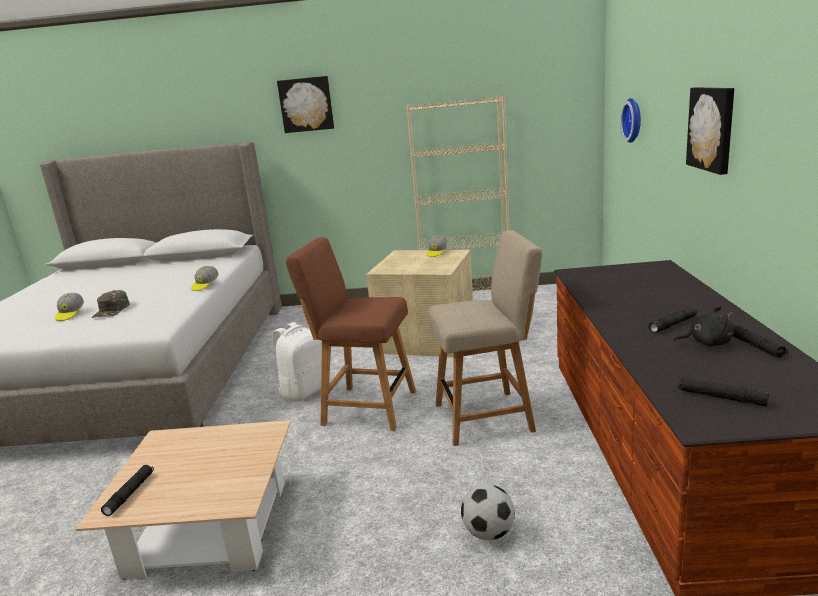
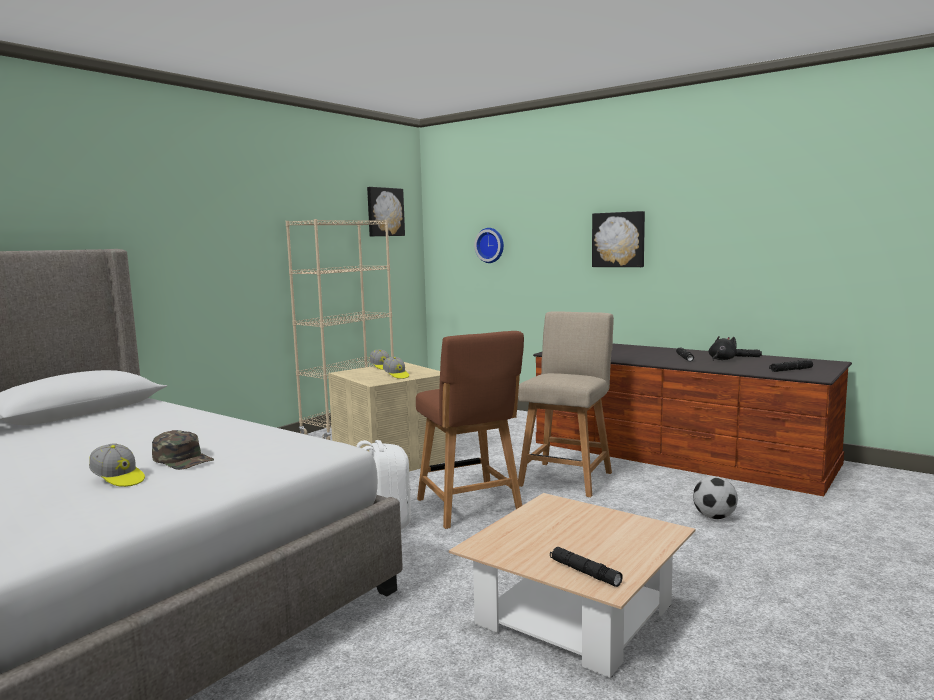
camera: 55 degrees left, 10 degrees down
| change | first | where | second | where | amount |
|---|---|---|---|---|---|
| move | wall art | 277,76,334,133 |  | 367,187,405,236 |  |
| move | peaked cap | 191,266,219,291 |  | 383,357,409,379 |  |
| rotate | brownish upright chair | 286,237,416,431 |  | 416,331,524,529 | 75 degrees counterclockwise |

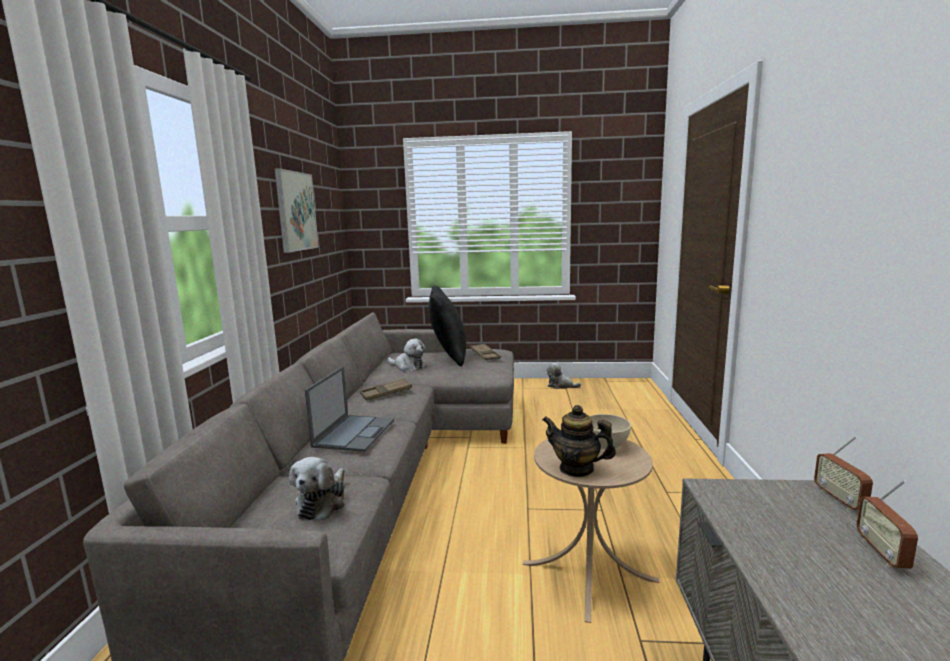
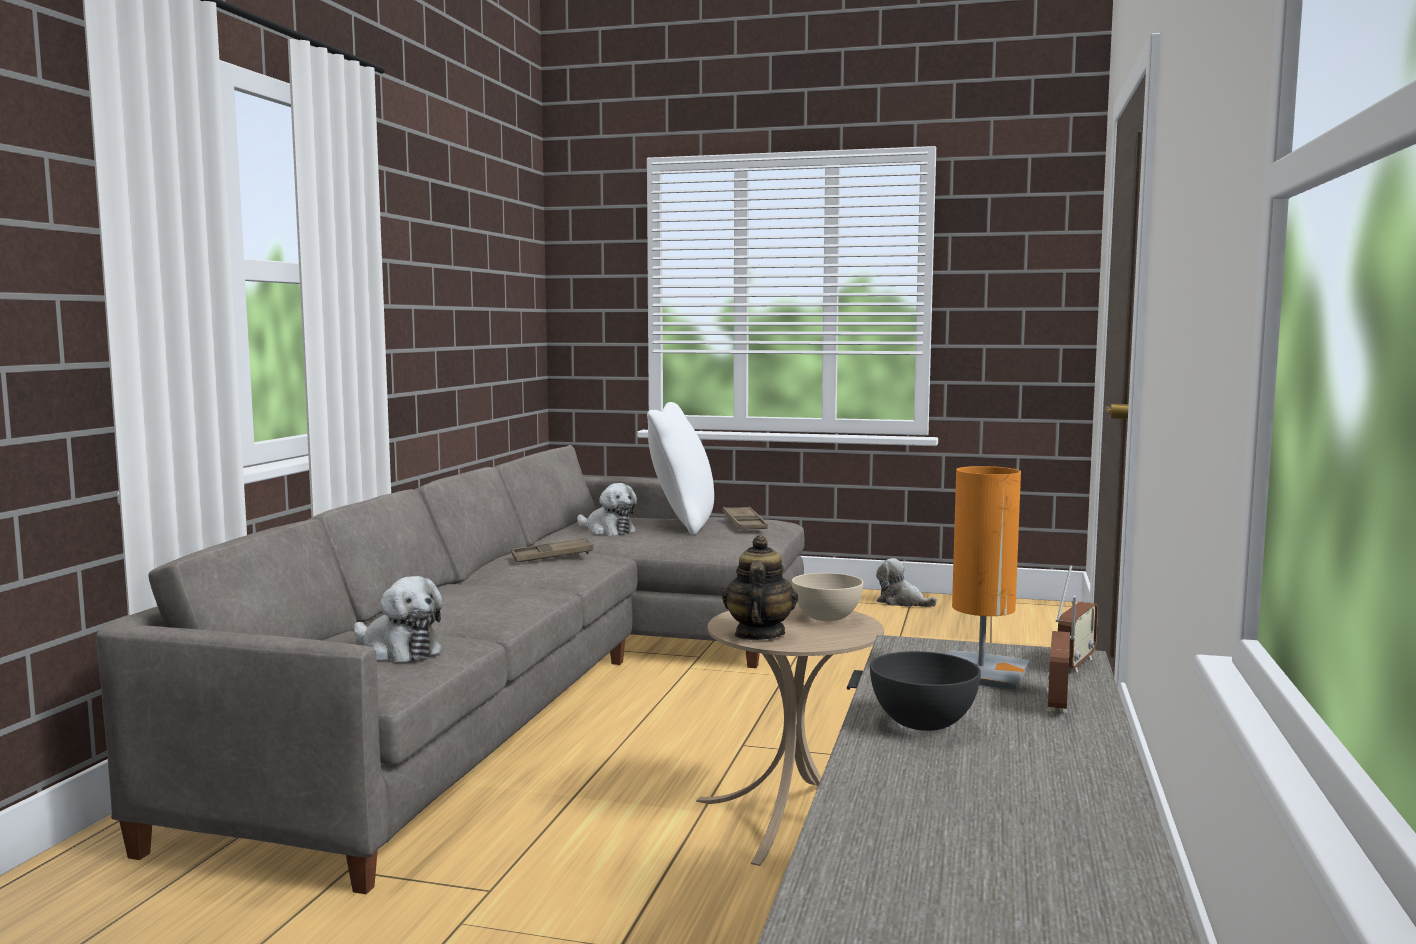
camera: 10 degrees right, 5 degrees down
| change | first | where | second | where | amount |
|---|---|---|---|---|---|
| rotate | plush toy | 289,457,345,520 |  | 354,576,443,662 | 75 degrees counterclockwise |
| recolor | black cushion | 428,286,466,367 | white cushion | 647,402,714,535 |  |
| rotate | tea pot | 543,405,616,477 |  | 722,535,798,640 | 60 degrees clockwise |
| insert |  |  | gray bowl | 870,651,981,731 |  |
| insert |  |  | orange tabletop lamp | 947,466,1030,690 |  |
| rotate | radio set | 814,436,873,511 |  | 1056,565,1098,673 | 150 degrees counterclockwise |
| delete | wall art | 275,168,319,253 |  |  |  |
| delete | portable computer | 305,366,394,452 |  |  |  |

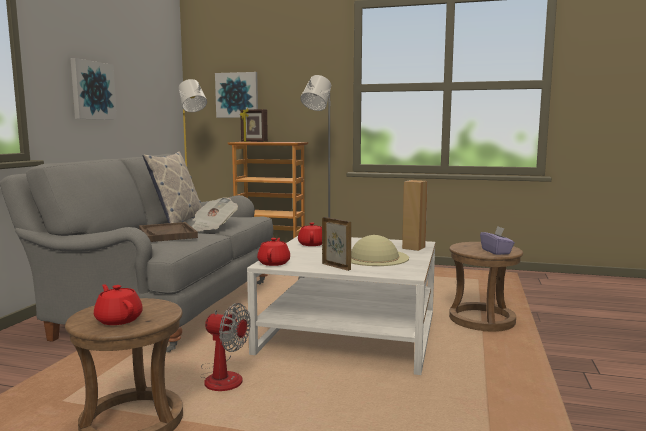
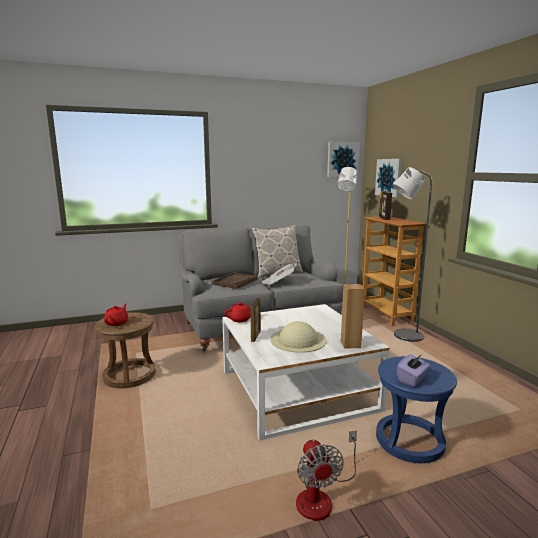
camera: 55 degrees right, 5 degrees up
| change | first | where | second | where | amount |
|---|---|---|---|---|---|
| move | cooling fan | 200,303,251,391 |  | 296,430,357,521 |  |
| move | wall art | 70,58,117,120 |  | 327,142,360,177 |  |
| recolor | brownish stool | 449,242,523,332 | blue stool | 376,356,457,463 |  |
| delete | red tea pot | 298,223,322,246 |  |  |  |

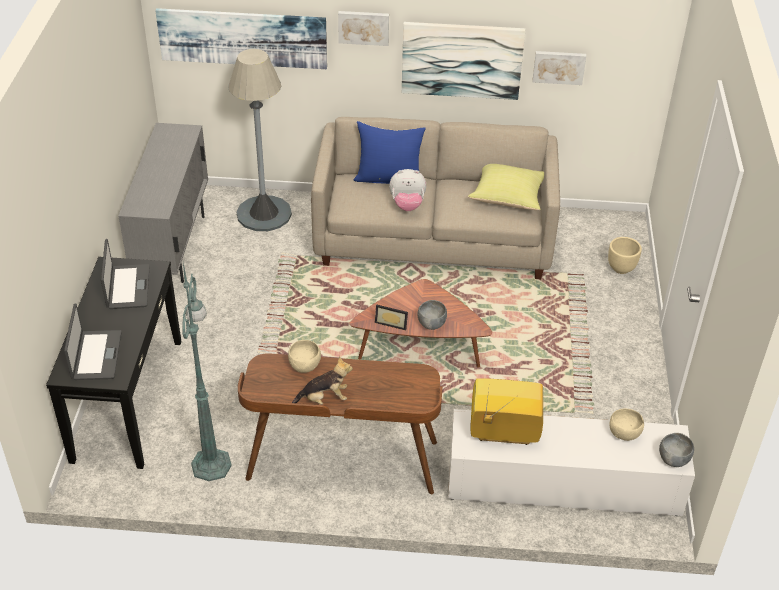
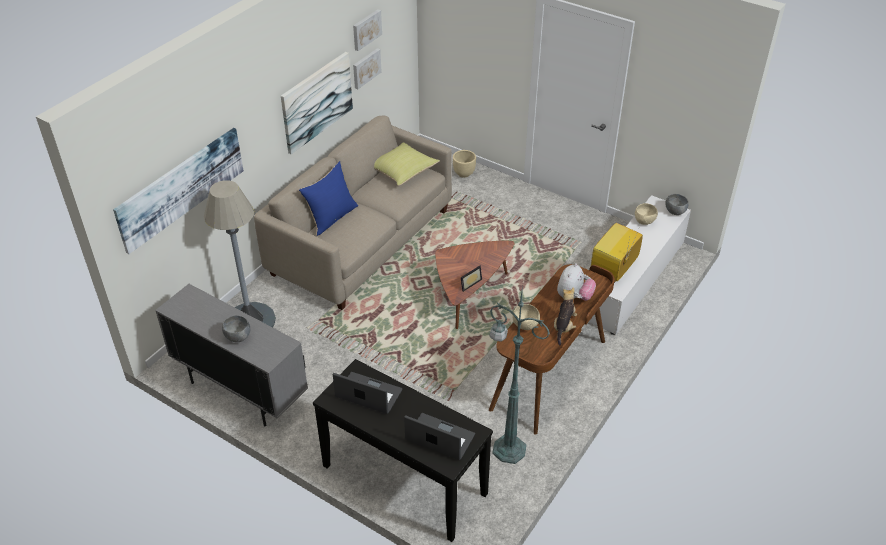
camera: 60 degrees left, 0 degrees up
| change | first | where | second | where | amount |
|---|---|---|---|---|---|
| move | gray bowl | 417,300,447,330 |  | 222,315,250,342 |  |
| move | wall art | 338,11,389,46 |  | 353,9,382,51 |  |
| move | plush toy | 389,169,426,211 |  | 557,263,596,301 |  |

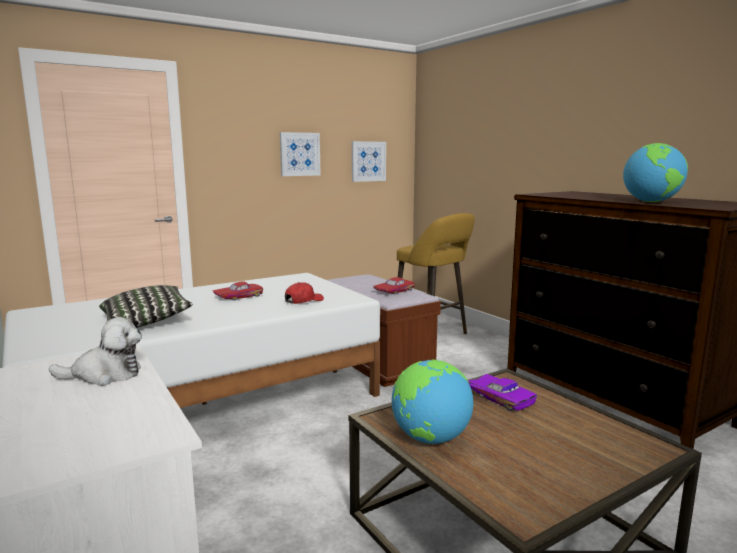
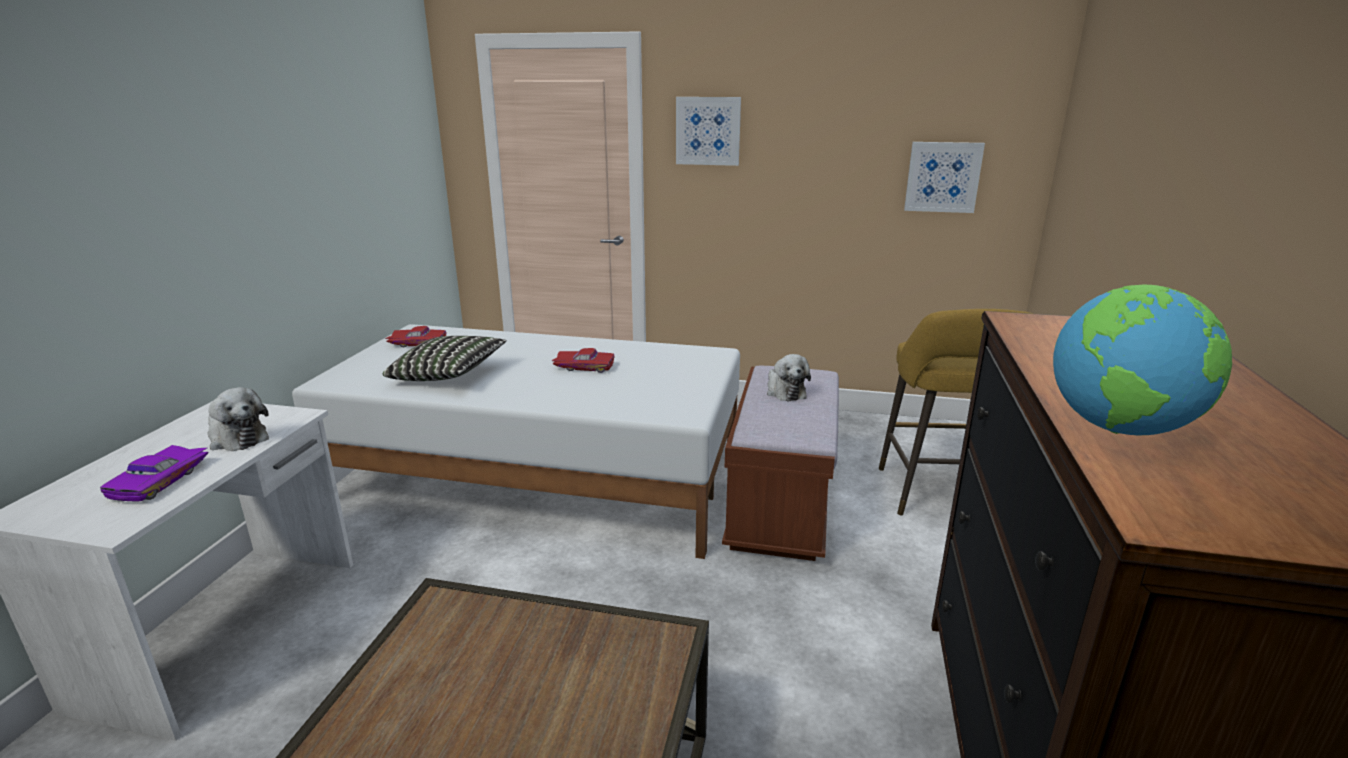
camera: 45 degrees right, 10 degrees up
| change | first | where | second | where | amount |
|---|---|---|---|---|---|
| move | purplish model car | 468,374,537,411 |  | 100,445,208,502 |  |
| move | red model car | 373,277,415,294 |  | 385,326,446,347 |  |
| move | wall art | 280,132,321,176 |  | 676,97,741,166 |  |
| insert |  |  | plush toy | 767,354,811,401 |  |
| delete | red peaked cap | 285,282,324,304 |  |  |  |
| delete | desk globe | 392,360,473,444 |  |  |  |

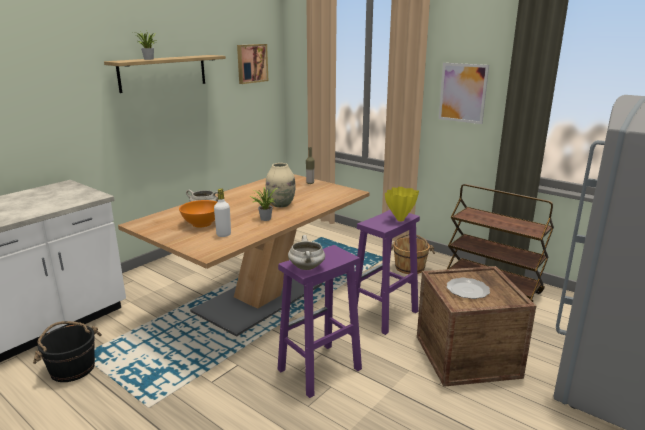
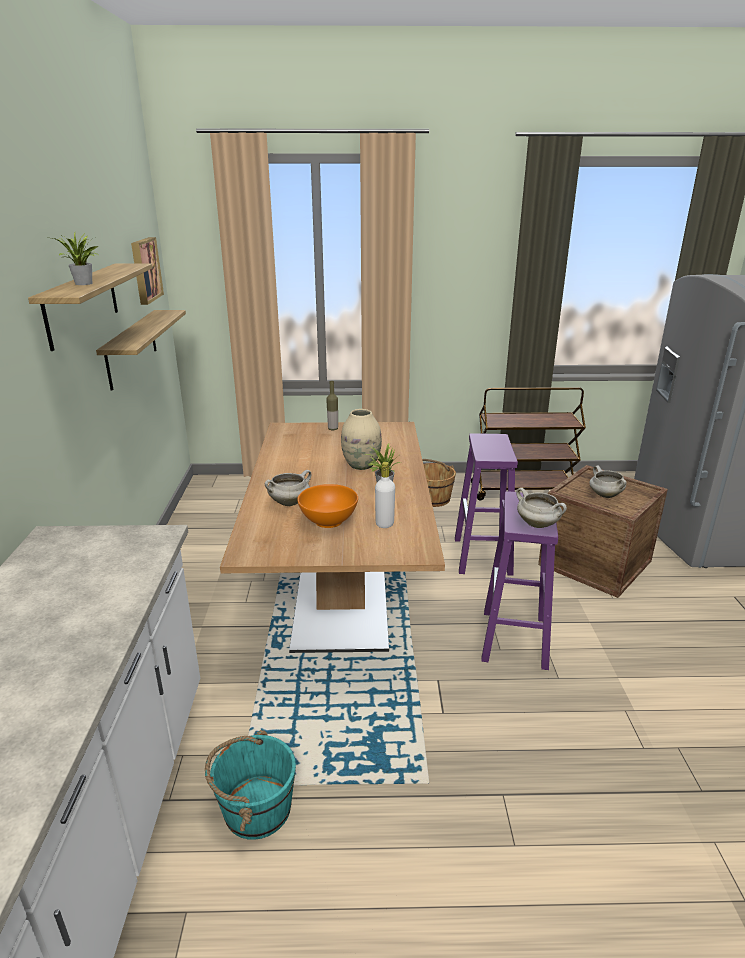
camera: 40 degrees left, 5 degrees up
| change | first | where | second | where | amount |
|---|---|---|---|---|---|
| insert |  |  | bracket shelf | 96,310,186,391 |  |
| recolor | black bucket | 33,321,102,382 | turquoise bucket | 205,730,296,840 |  |
| replace | plate | 447,278,490,299 | white stockpot | 589,465,627,498 |  |
| delete | yellowish flower vase | 385,187,419,221 |  |  |  |
| delete | wall art | 439,63,489,124 |  |  |  |

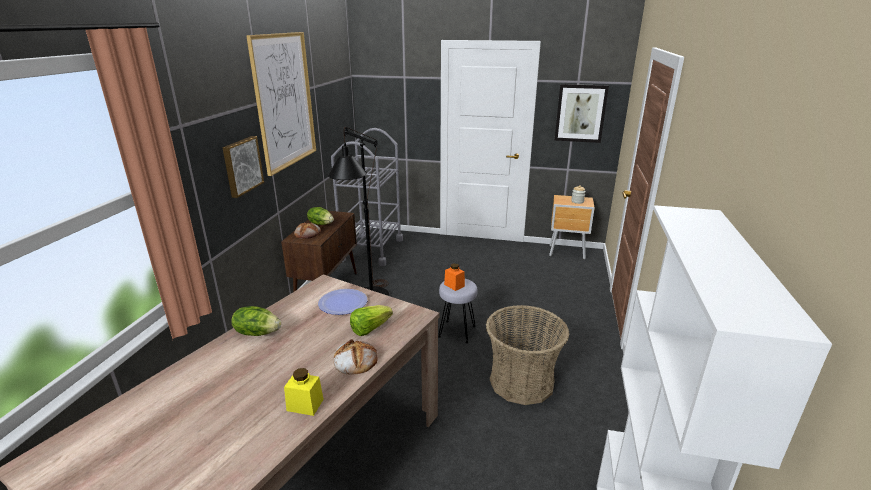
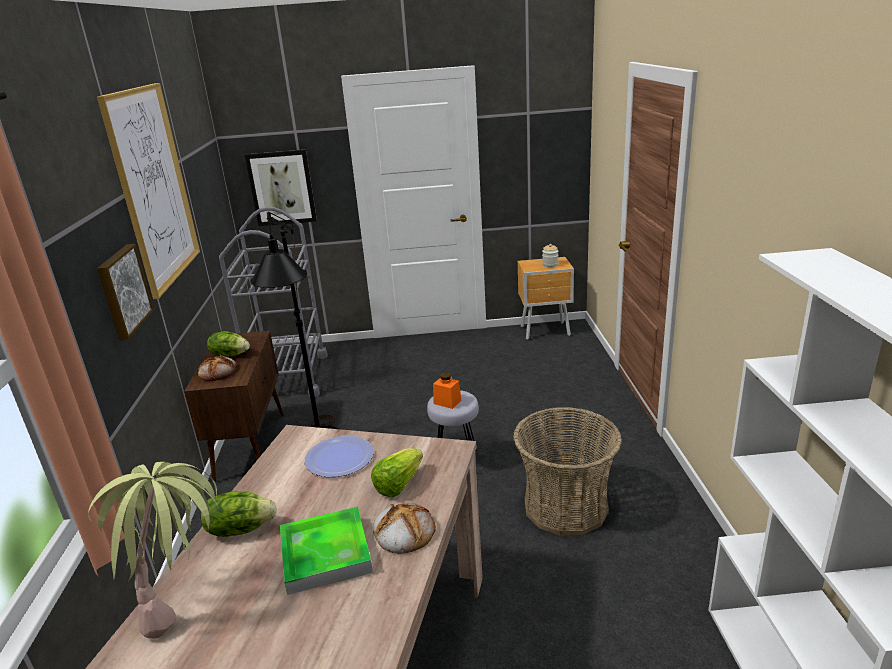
camera: 15 degrees left, 0 degrees up
| change | first | where | second | where | amount |
|---|---|---|---|---|---|
| insert |  |  | potted plant | 88,462,219,639 |  |
| move | wall art | 554,84,609,143 |  | 245,150,317,226 |  |
| insert |  |  | carrying tray | 280,507,373,595 |  |
| delete | yellowish storage jar | 284,368,324,416 |  |  |  |

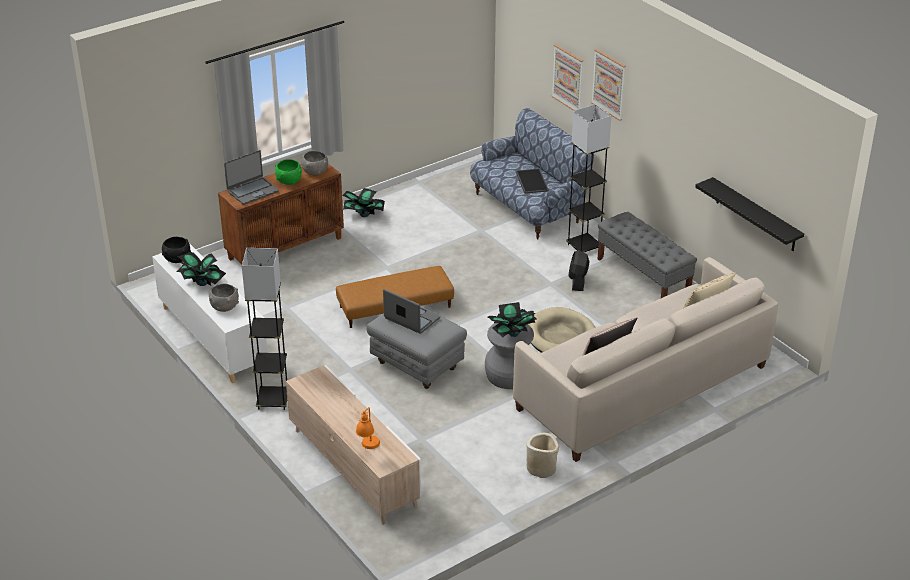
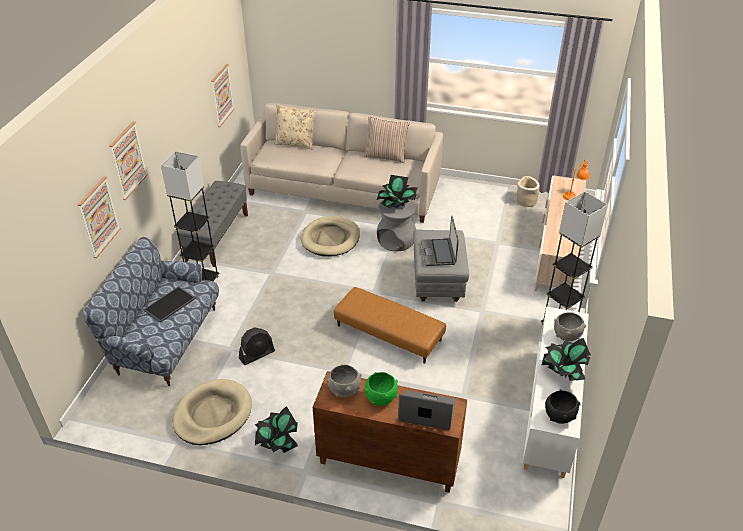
camera: 130 degrees left, 5 degrees up
| change | first | where | second | where | amount |
|---|---|---|---|---|---|
| insert |  |  | beige pet bed | 173,379,252,445 |  |
| replace | black bracket shelf | 695,177,804,251 | wall art | 211,64,235,127 |  |
| move | black cooling fan | 568,250,589,291 |  | 239,327,275,365 |  |
| move | beige planter | 526,433,559,478 |  | 517,176,540,207 |  |

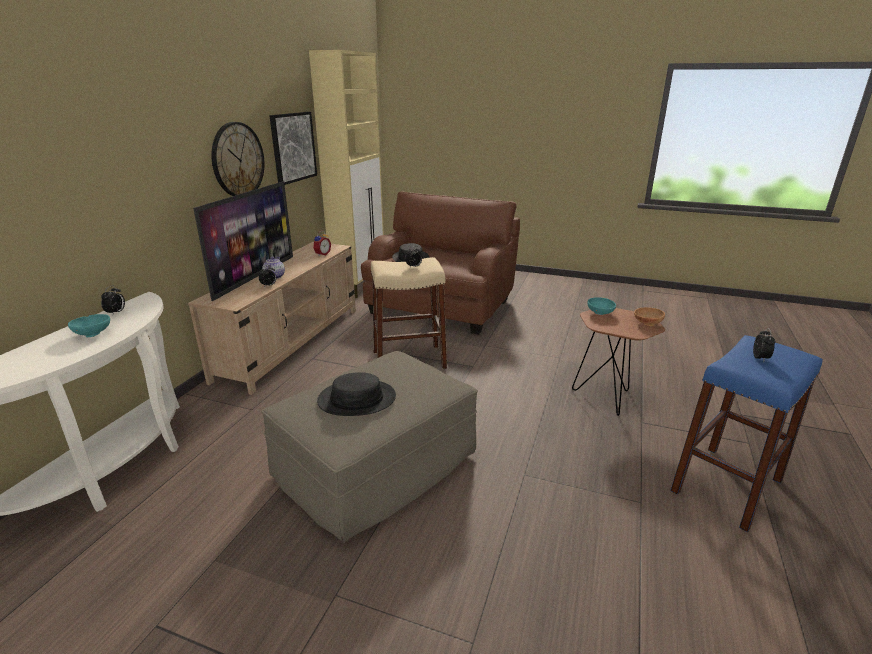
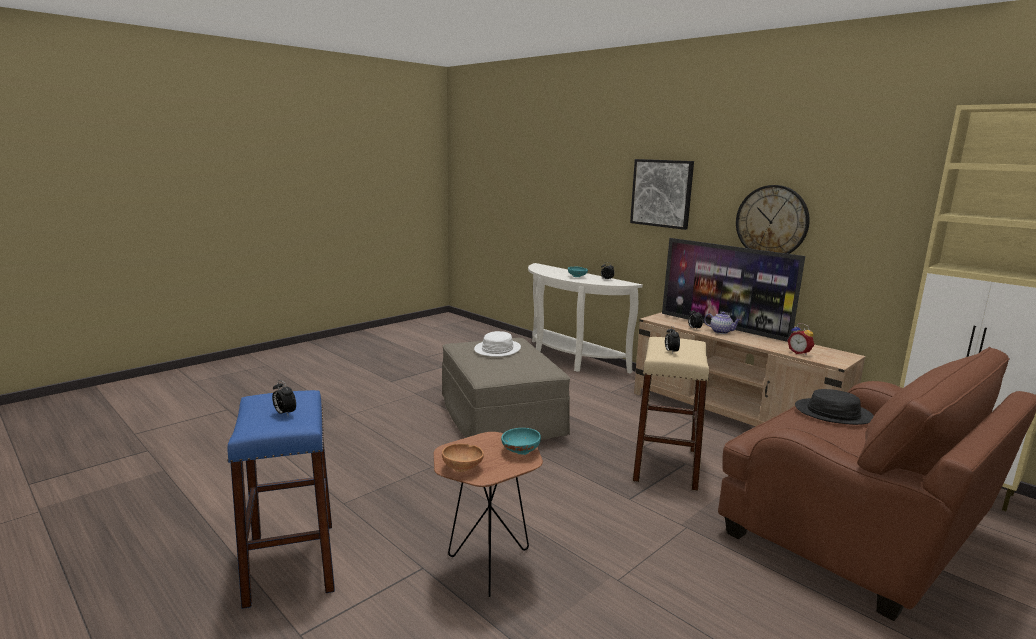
camera: 115 degrees right, 10 degrees down
| change | first | where | second | where | amount |
|---|---|---|---|---|---|
| recolor | black wearable hat | 317,372,396,416 | white wearable hat | 474,331,521,357 |  |
| move | wall art | 270,112,317,185 |  | 630,159,694,230 |  |

